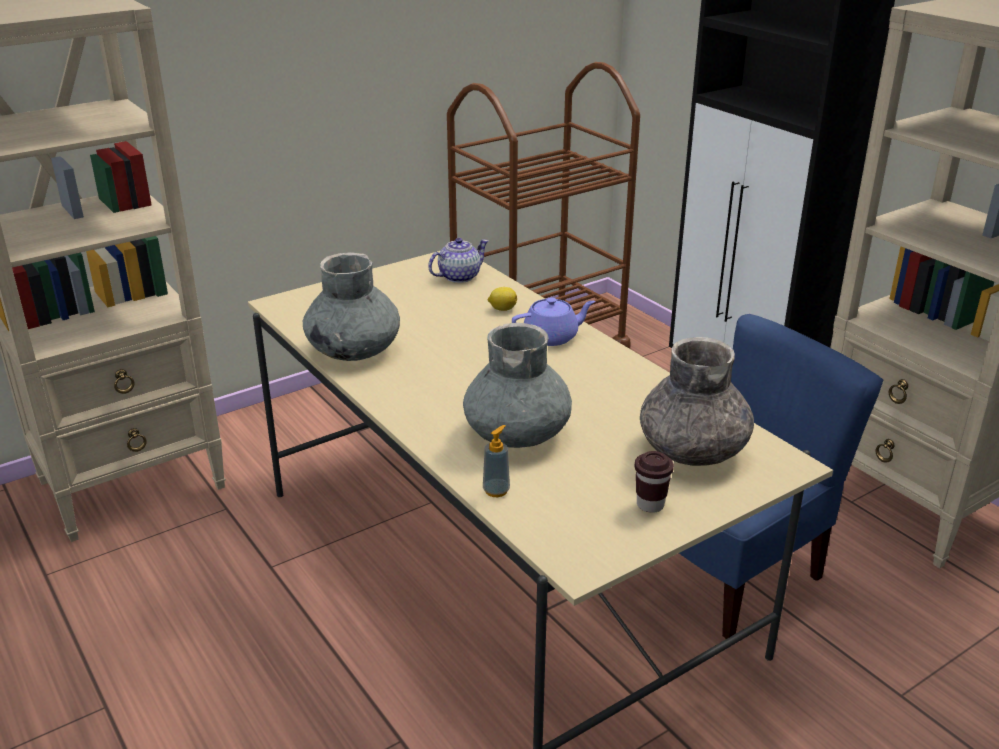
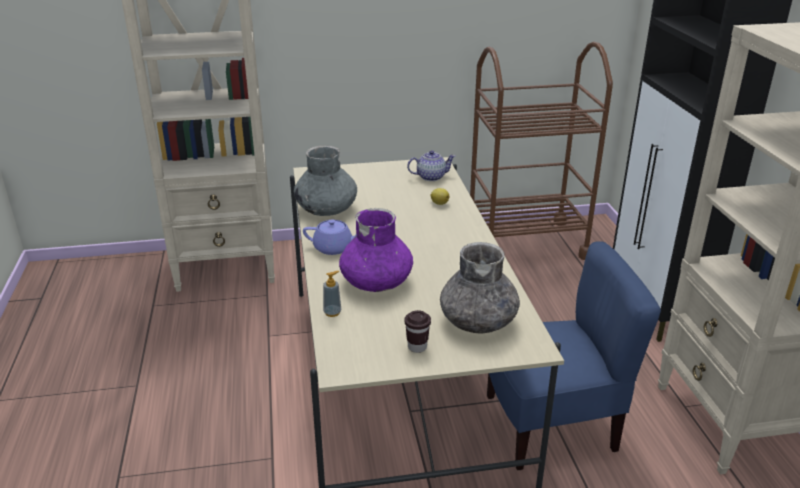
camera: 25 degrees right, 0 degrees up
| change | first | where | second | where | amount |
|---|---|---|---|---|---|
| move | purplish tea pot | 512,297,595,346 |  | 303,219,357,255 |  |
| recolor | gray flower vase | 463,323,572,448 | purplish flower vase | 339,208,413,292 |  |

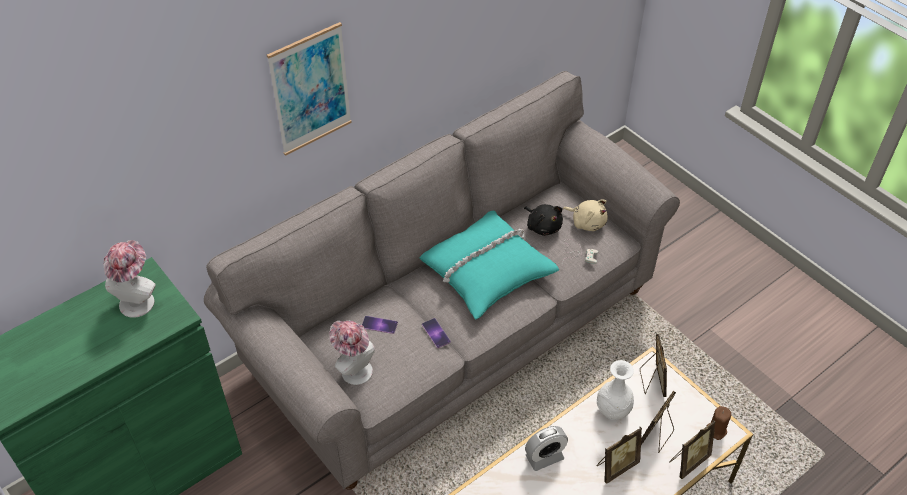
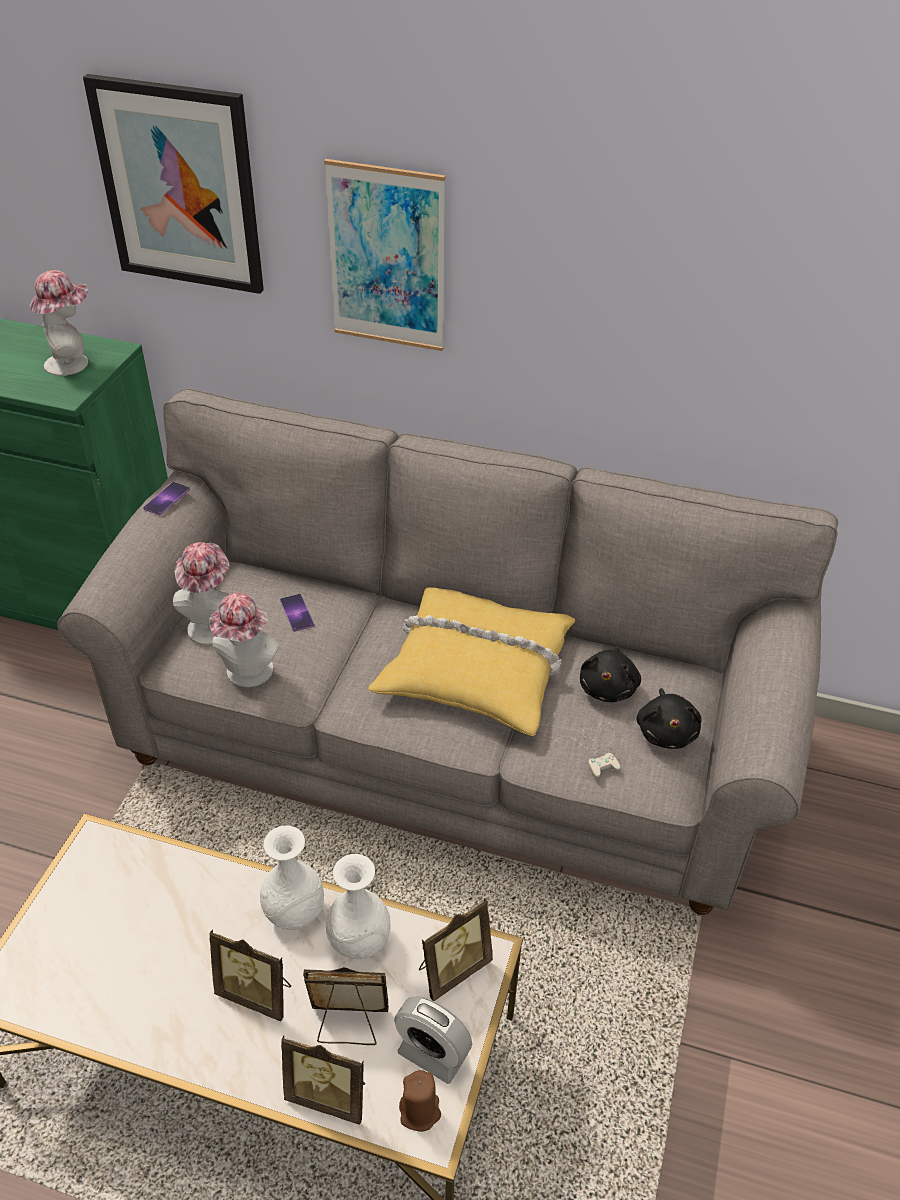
camera: 55 degrees right, 5 degrees down
| change | first | where | second | where | amount |
|---|---|---|---|---|---|
| insert |  |  | wall art | 83,74,264,294 |  |
| move | handset | 422,318,451,348 |  | 143,482,190,516 |  |
| insert |  |  | wearable hat | 210,593,279,687 |  |
| insert |  |  | white flower vase | 260,825,324,930 |  |
| recolor | turquoise cushion | 420,210,559,319 | yellowish cushion | 368,587,575,736 |  |
| move | table clock | 525,426,568,471 |  | 394,996,472,1084 |  |
| recolor | beige plush toy | 563,199,608,231 | black plush toy | 637,688,701,749 |  |

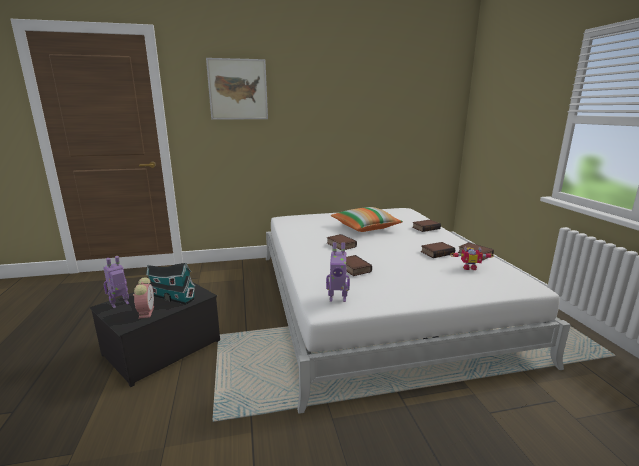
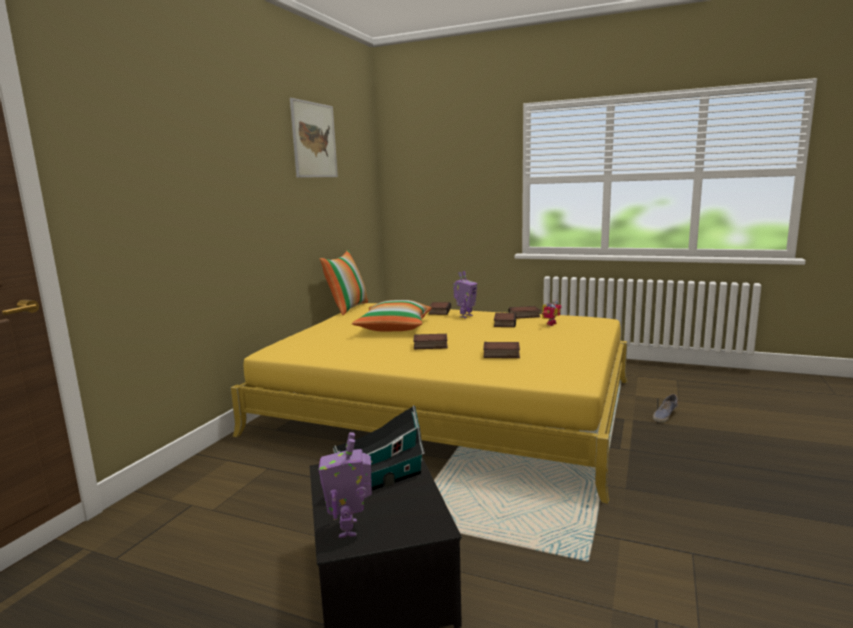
camera: 55 degrees left, 5 degrees down
| change | first | where | second | where | amount |
|---|---|---|---|---|---|
| recolor | white bedroom bed | 266,208,571,414 | yellowish bedroom bed | 231,303,627,504 |  |
| move | wall art | 206,58,268,120 |  | 290,98,338,178 |  |
| insert |  |  | cushion | 320,250,369,315 |  |
| move | robot figure | 326,242,350,302 |  | 453,271,477,318 |  |
| insert |  |  | item of footwear | 653,394,678,423 |  |
| delete | table clock | 133,277,154,319 |  |  |  |

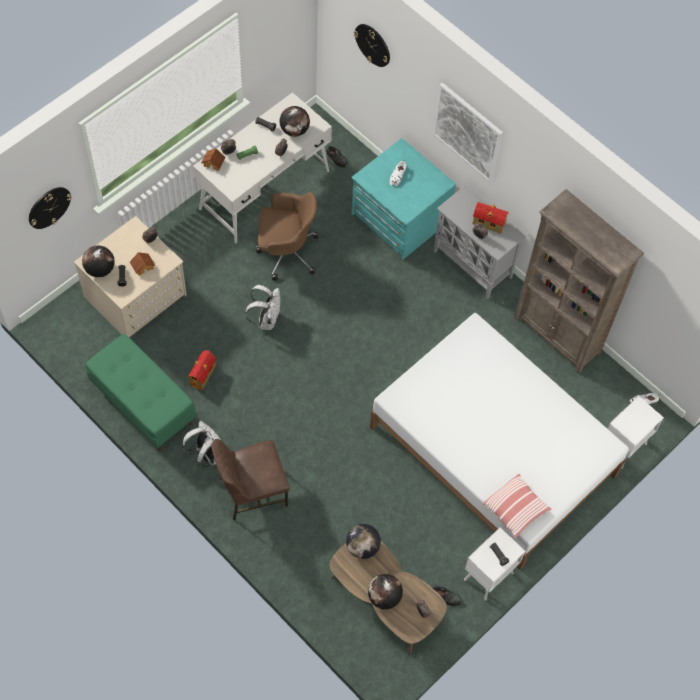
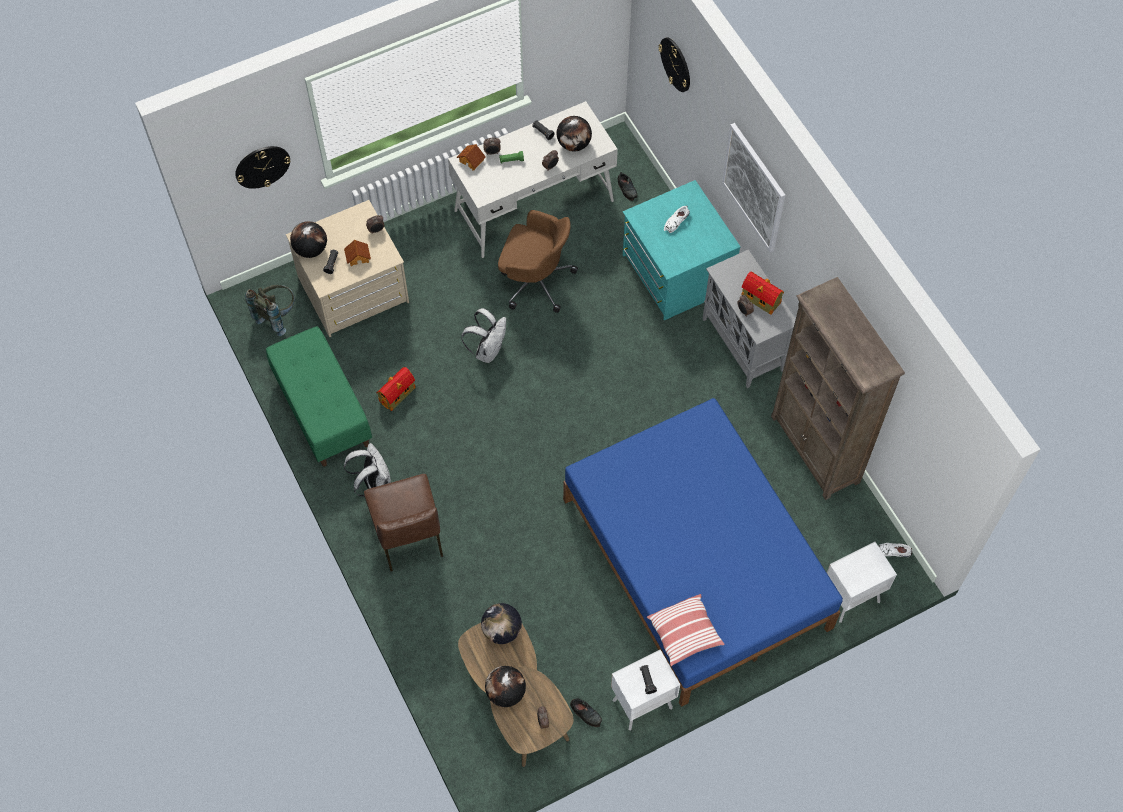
camera: 20 degrees right, 0 degrees up
| change | first | where | second | where | amount |
|---|---|---|---|---|---|
| insert |  |  | gray knapsack | 245,285,295,336 |  |
| rotate | brownish upright chair | 211,439,290,521 |  | 364,474,443,572 | 105 degrees counterclockwise |
| recolor | white bedroom bed | 370,313,629,570 | blue bedroom bed | 563,398,843,707 |  |

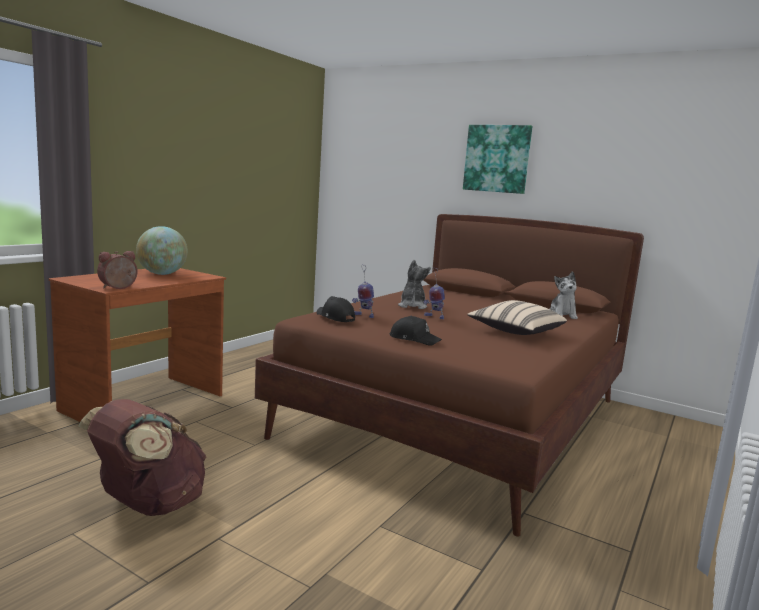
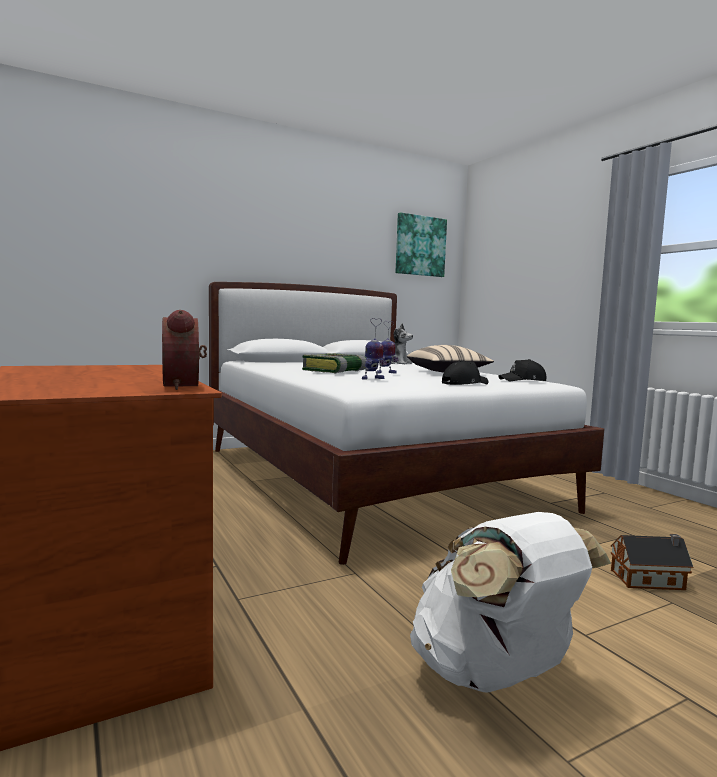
camera: 60 degrees left, 5 degrees down
| change | first | where | second | where | amount |
|---|---|---|---|---|---|
| recolor | brownish bedroom bed | 255,214,644,536 | white bedroom bed | 209,282,604,565 |  |
| replace | plush toy | 398,260,431,309 | volume | 302,353,366,374 |  |
| move | wall art | 463,125,533,194 |  | 396,212,447,277 |  |
| recolor | brownish knapsack | 79,399,206,516 | white knapsack | 410,512,611,693 |  |
| move | black peaked cap | 317,296,355,322 |  | 498,359,546,382 |  |
| insert |  |  | miniature house | 610,534,693,590 |  |
| delete | desk globe | 136,226,188,275 |  |  |  |

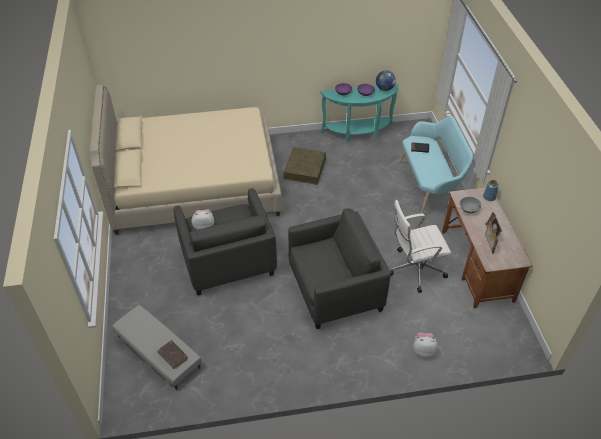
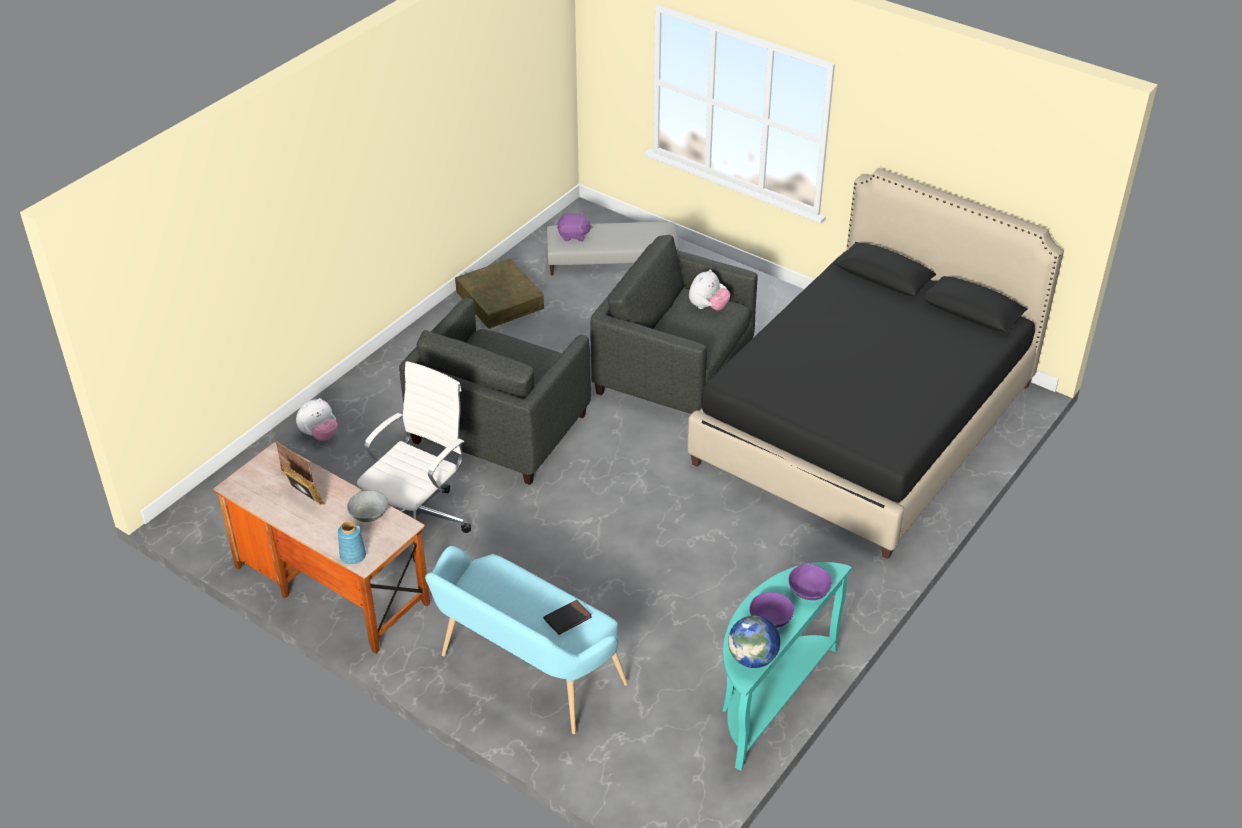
camera: 135 degrees right, 5 degrees down
| change | first | where | second | where | amount |
|---|---|---|---|---|---|
| move | brownish storage container | 283,147,326,185 |  | 455,259,544,329 |  |
| replace | brownish volume | 157,340,188,369 | purplish plush toy | 557,212,592,241 |  |
| recolor | beige bedroom bed | 90,85,282,235 | black bedroom bed | 687,168,1064,559 |  |

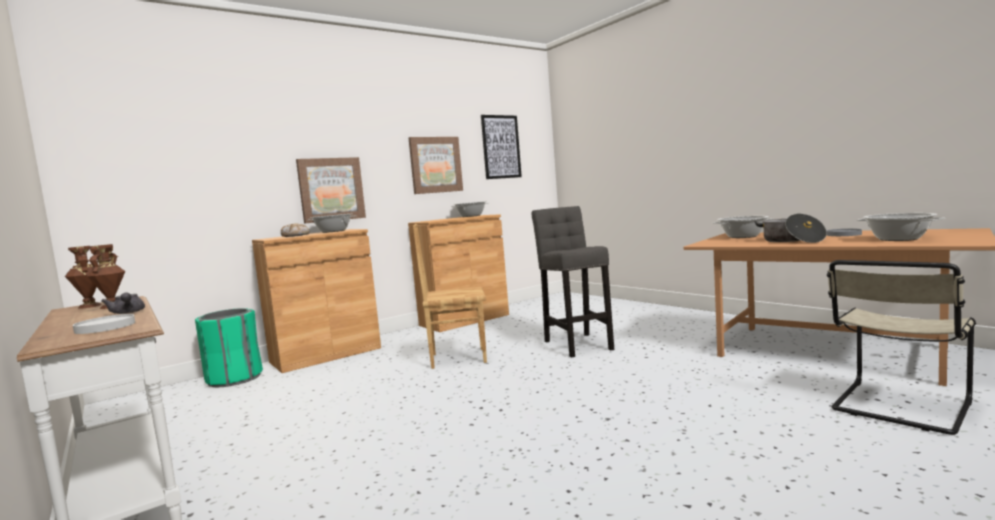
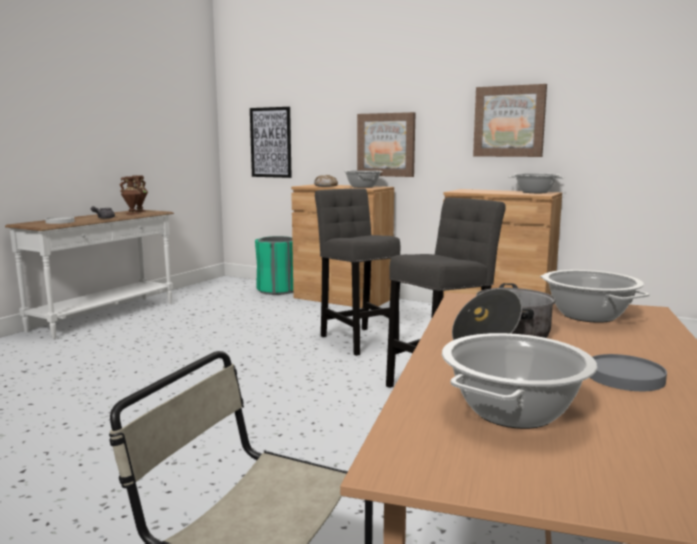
camera: 65 degrees right, 5 degrees up
| change | first | where | second | where | amount |
|---|---|---|---|---|---|
| move | wall art | 481,115,522,179 |  | 250,107,292,178 |  |
| replace | brownish upright chair | 413,224,487,369 | gray stool | 315,188,400,356 |  |

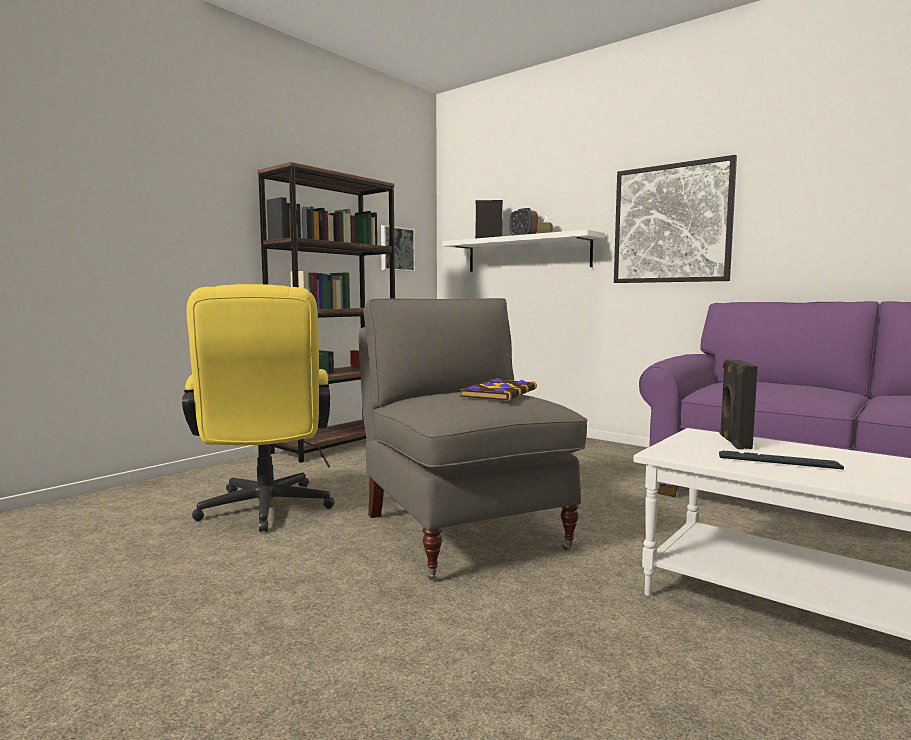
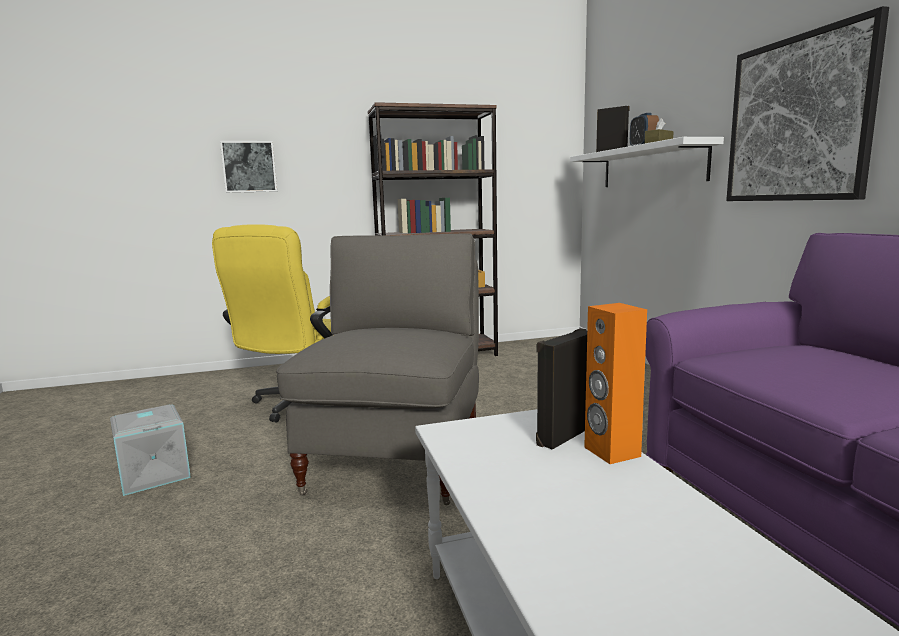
camera: 35 degrees right, 5 degrees up
| change | first | where | second | where | amount |
|---|---|---|---|---|---|
| insert |  |  | gray storage container | 110,404,191,496 |  |
| move | wall art | 381,225,415,272 |  | 220,141,277,193 |  |
| insert |  |  | orange audio speaker | 584,303,647,464 |  |
| delete | volume | 460,378,537,401 |  |  |  |
| delete | PC keyboard | 719,450,844,469 |  |  |  |

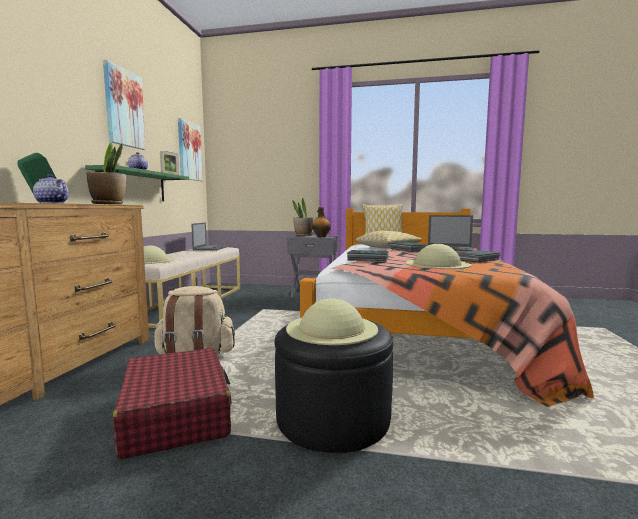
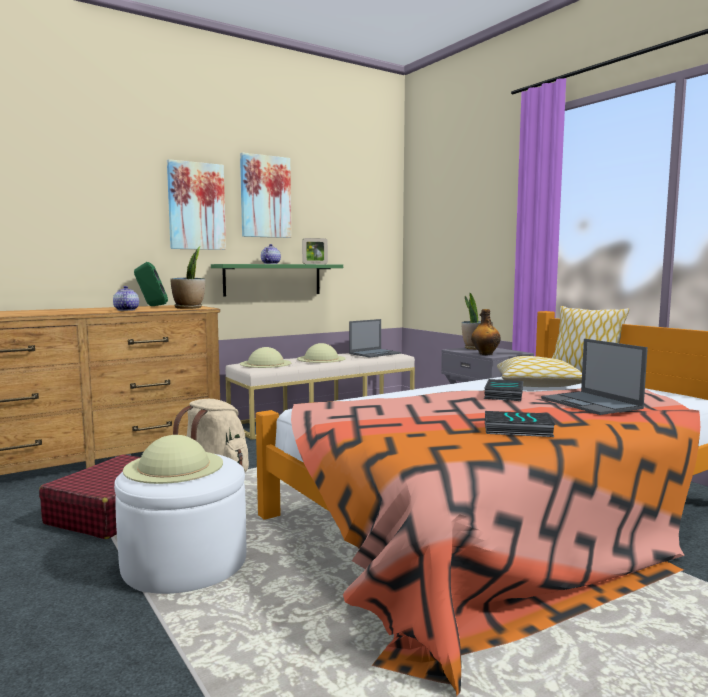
camera: 45 degrees right, 0 degrees up
| change | first | where | second | where | amount |
|---|---|---|---|---|---|
| recolor | black pouffe | 275,320,393,453 | white pouffe | 114,454,247,594 |  |
| move | wall art | 178,118,203,181 |  | 167,159,226,250 |  |
| move | beige wearable hat | 405,244,471,269 |  | 297,343,345,363 |  |
| delete | volume | 347,250,388,262 |  |  |  |

